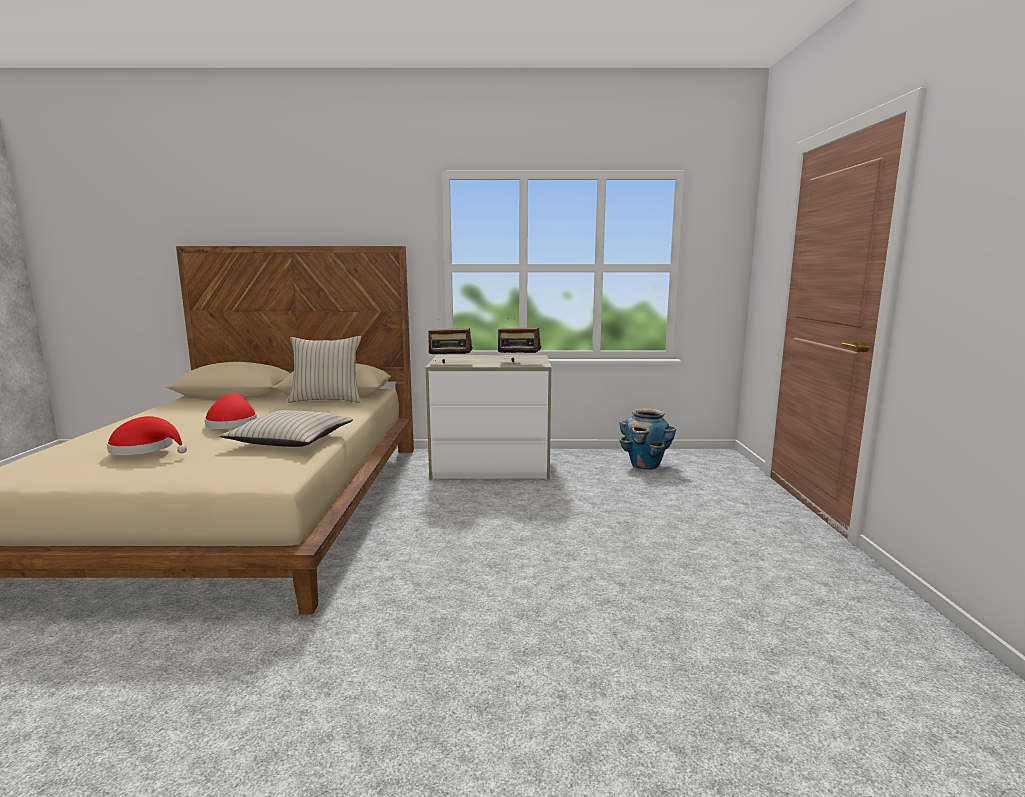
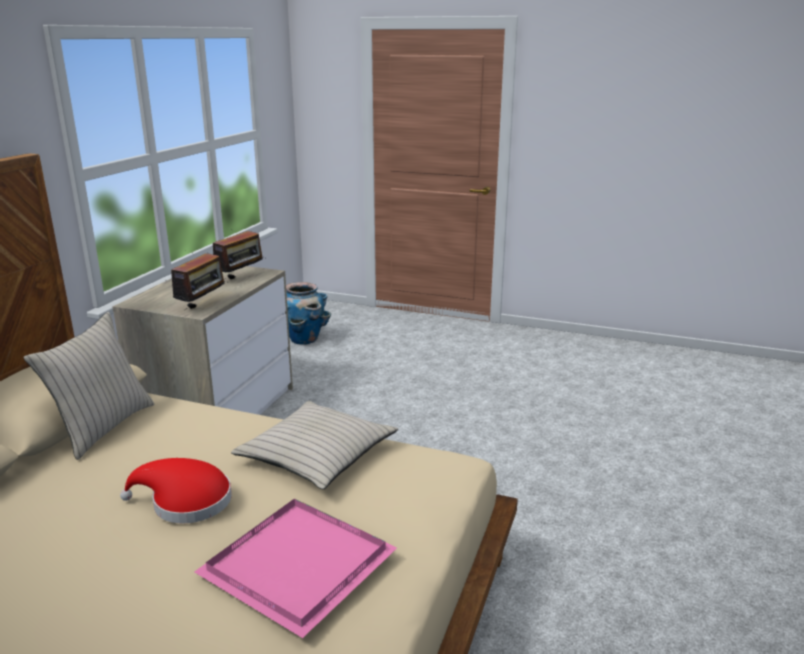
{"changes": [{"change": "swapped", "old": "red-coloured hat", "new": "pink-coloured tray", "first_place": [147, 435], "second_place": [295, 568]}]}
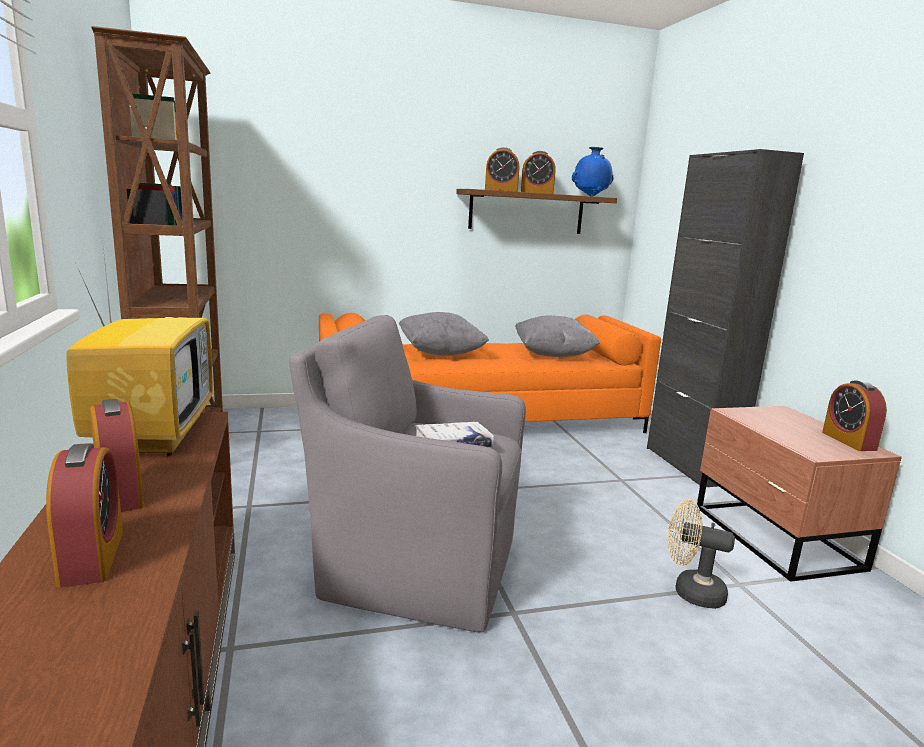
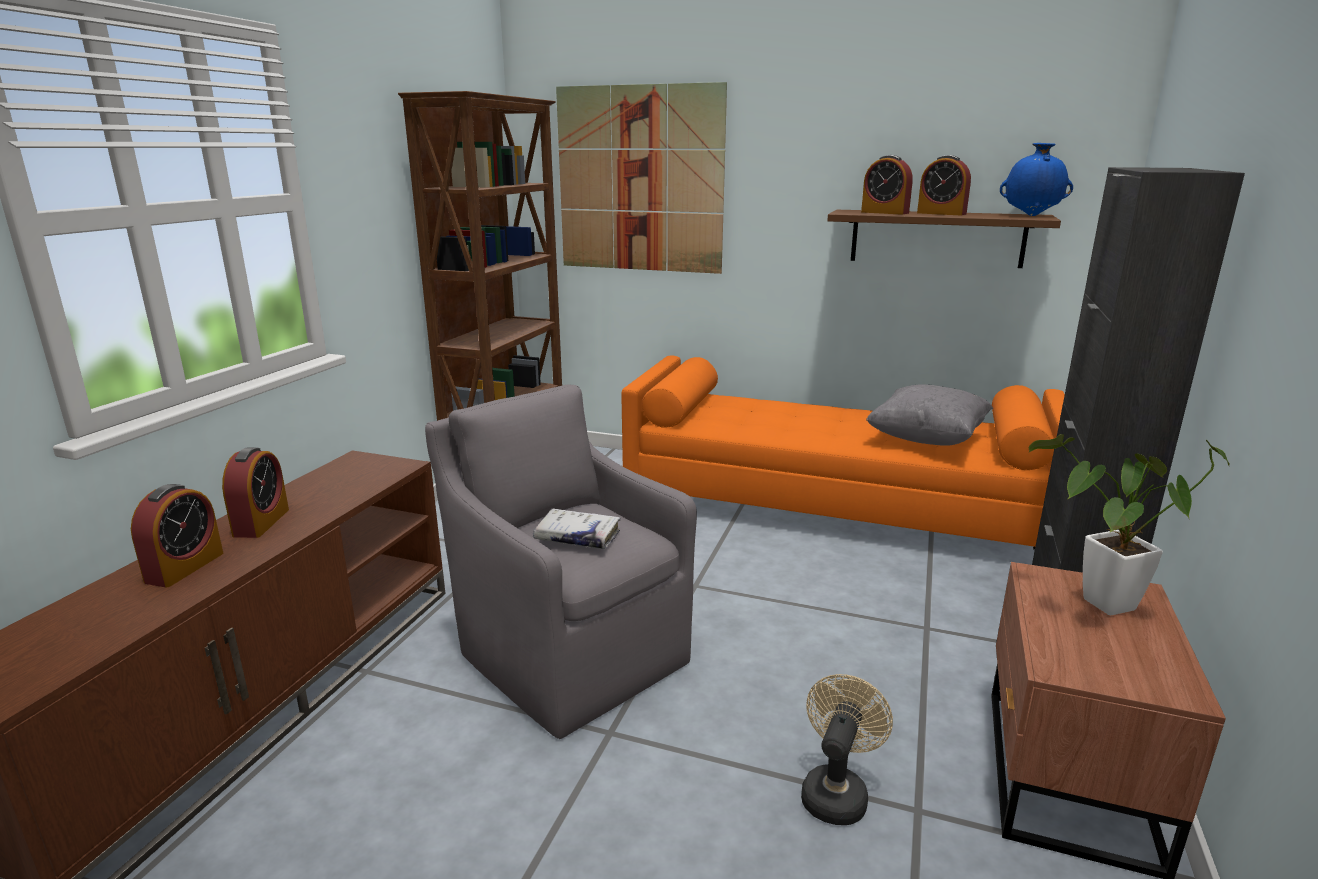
{"changes": [{"change": "gone", "old": "television", "first_place": [139, 347]}, {"change": "gone", "old": "gray pillow", "first_place": [444, 334]}, {"change": "gone", "old": "alarm clock", "first_place": [854, 416]}, {"change": "new", "new": "wall picture", "second_place": [641, 178]}, {"change": "new", "new": "potted plant", "second_place": [1129, 524]}, {"change": "rotated", "old": "beige cooling fan", "first_place": [701, 554], "second_place": [847, 749], "degrees": 60}]}
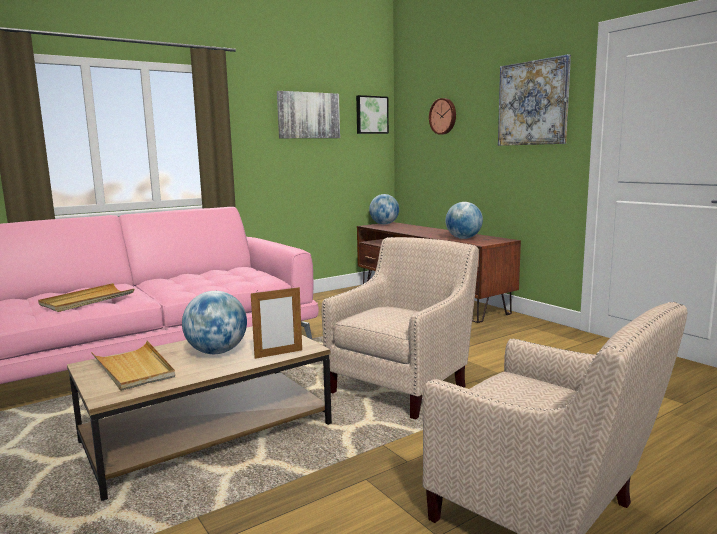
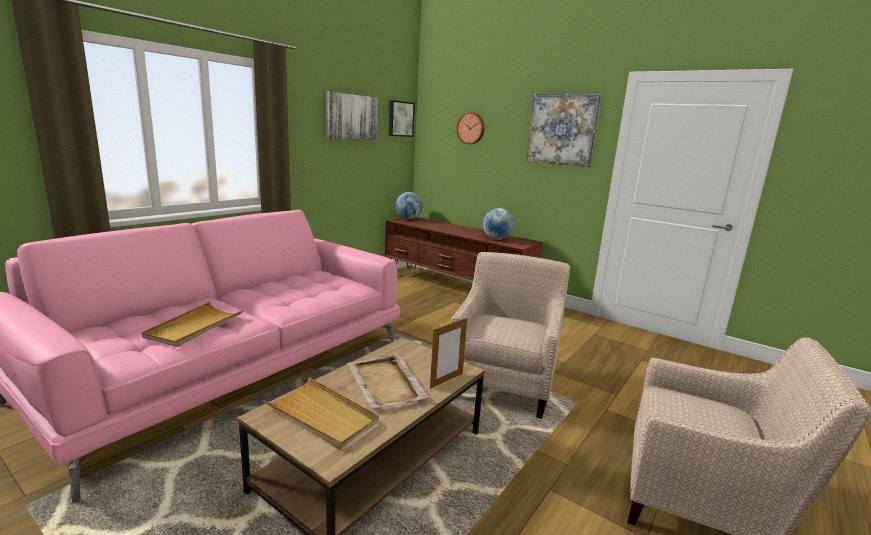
{"changes": [{"change": "swapped", "old": "globe", "new": "beige tray", "first_place": [214, 322], "second_place": [388, 381]}]}
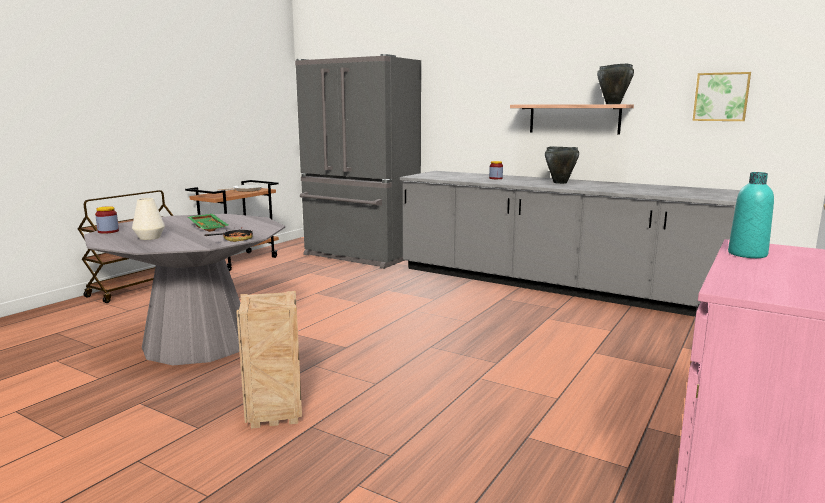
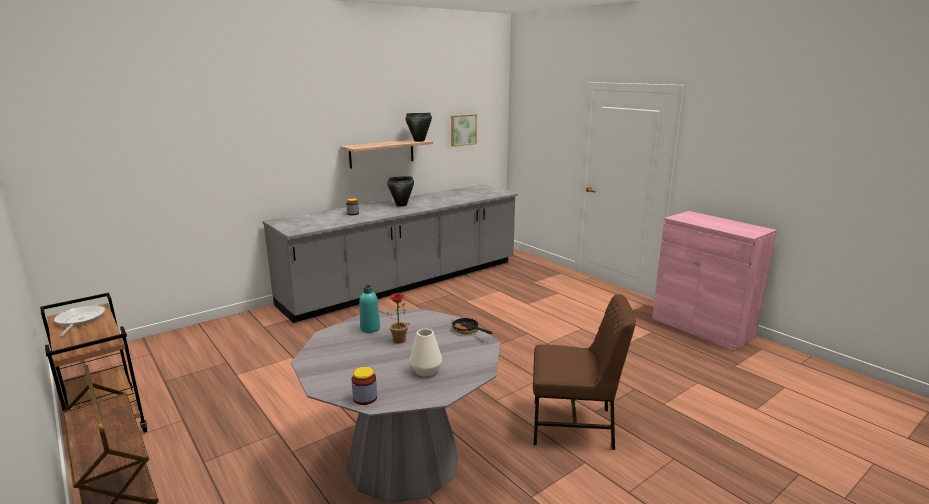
{"changes": [{"change": "gone", "old": "gray kitchen fridge", "first_place": [358, 161]}, {"change": "shifted", "old": "turquoise beverage bottle", "first_place": [751, 215], "second_place": [369, 309]}, {"change": "swapped", "old": "greenish tray", "new": "potted plant", "first_place": [208, 223], "second_place": [393, 318]}, {"change": "swapped", "old": "crate", "new": "brownish upright chair", "first_place": [269, 360], "second_place": [584, 372]}]}
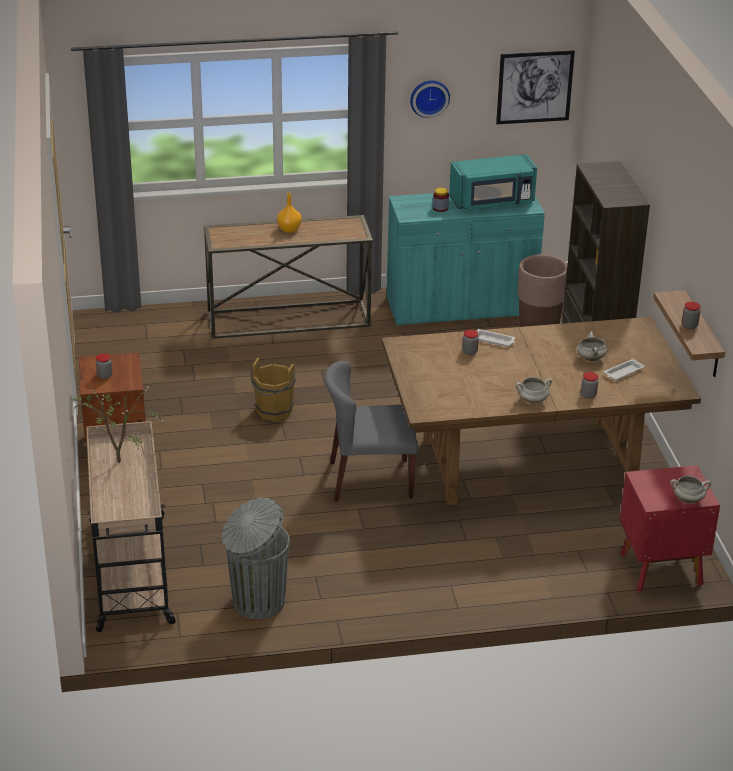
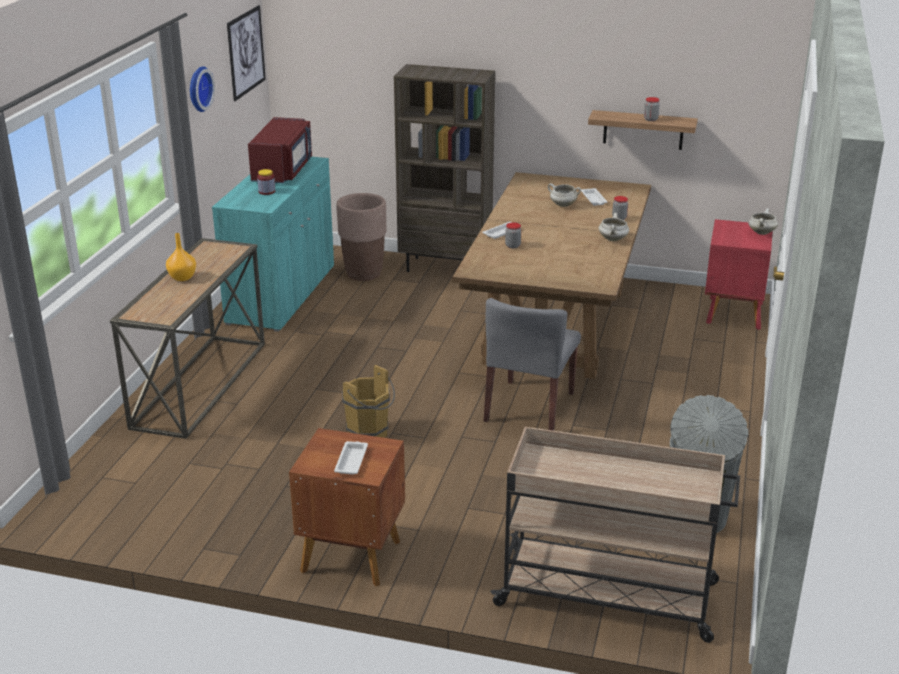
{"changes": [{"change": "gone", "old": "potted plant", "first_place": [117, 422]}, {"change": "swapped", "old": "preserve jar", "new": "white tray", "first_place": [104, 366], "second_place": [351, 458]}, {"change": "repainted", "old": "turquoise kitchen microwave", "new": "red-coloured kitchen microwave", "first_place": [493, 182], "second_place": [280, 150]}]}
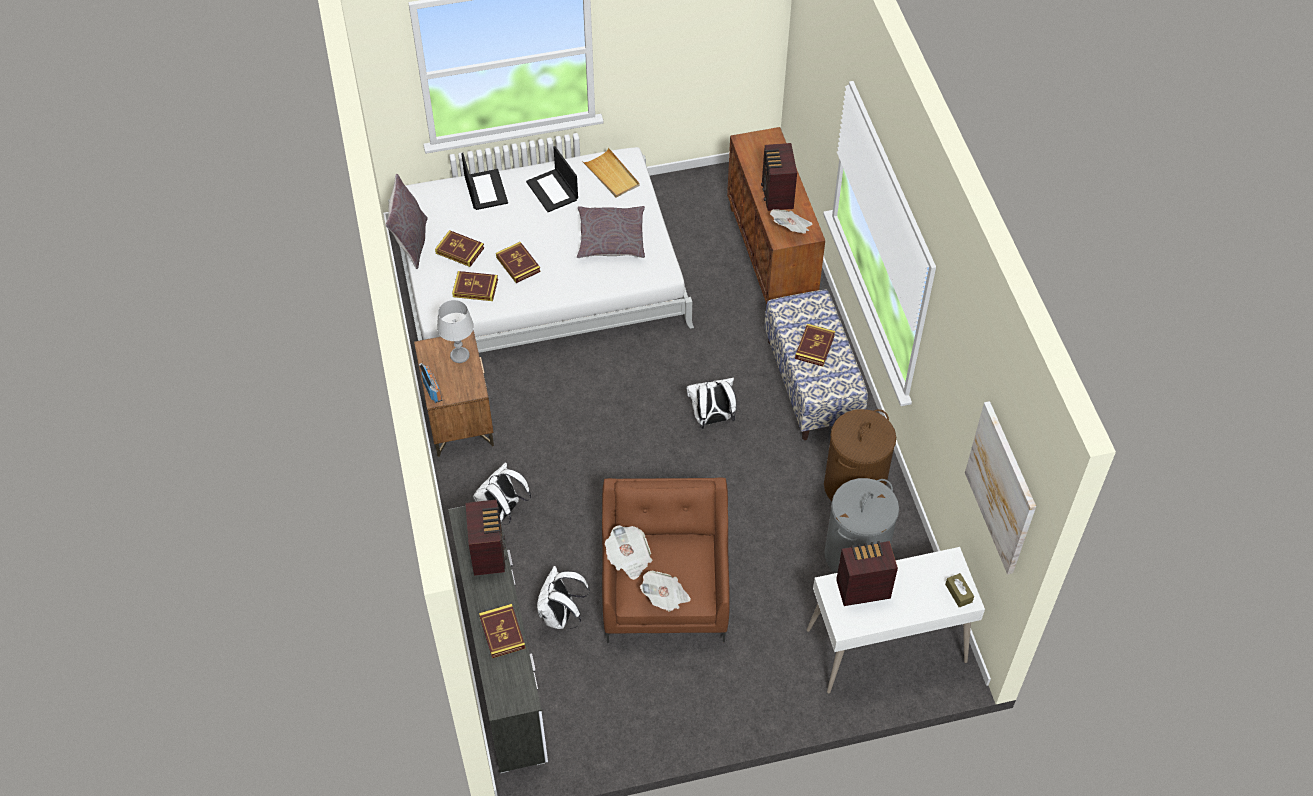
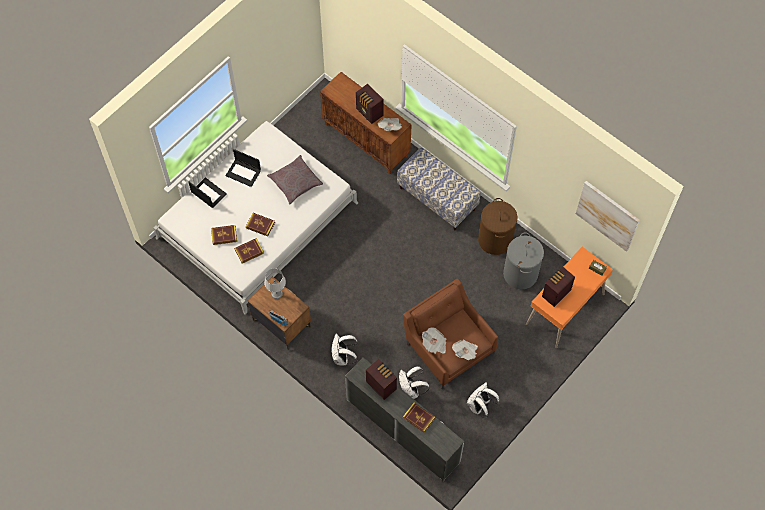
{"changes": [{"change": "gone", "old": "gray pillow", "first_place": [406, 221]}, {"change": "gone", "old": "beige tray", "first_place": [611, 173]}, {"change": "gone", "old": "bound book", "first_place": [815, 345]}, {"change": "shifted", "old": "white backpack", "first_place": [711, 403], "second_place": [483, 400]}, {"change": "repainted", "old": "white desk", "new": "orange-coloured desk", "first_place": [896, 620], "second_place": [569, 297]}]}
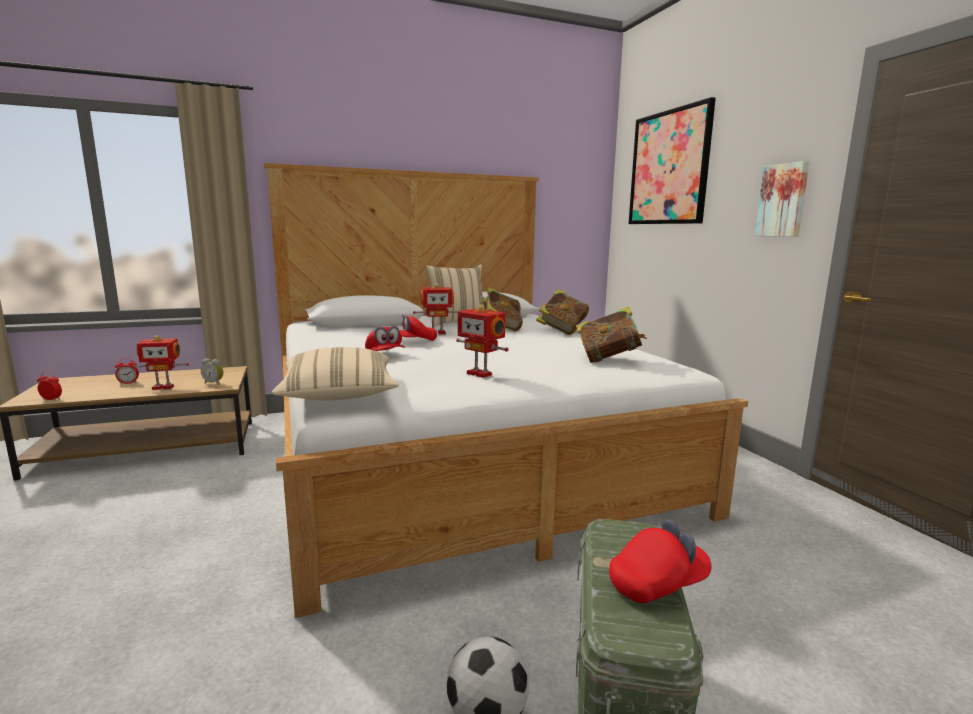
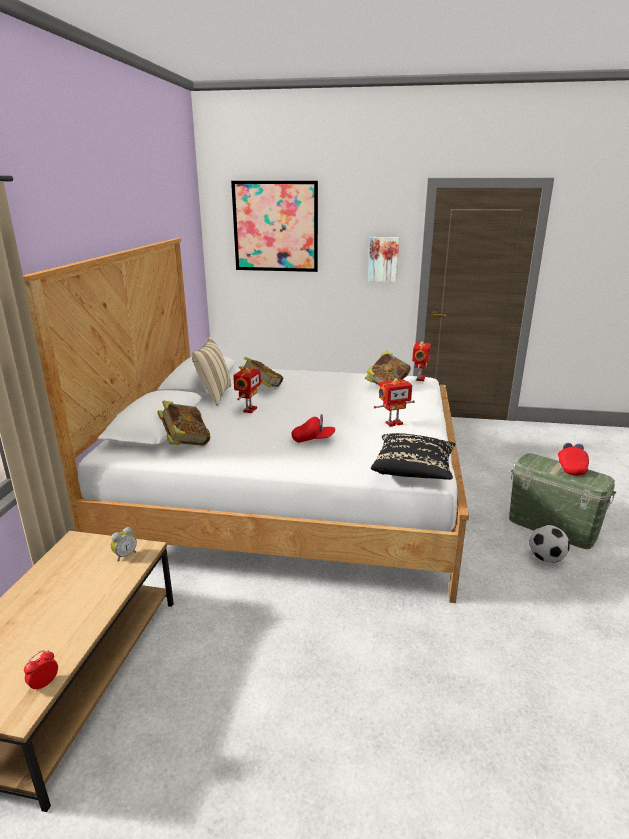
{"changes": [{"change": "gone", "old": "alarm clock", "first_place": [127, 371]}, {"change": "gone", "old": "red-coloured cap", "first_place": [418, 327]}, {"change": "shifted", "old": "model robot", "first_place": [160, 362], "second_place": [421, 361]}, {"change": "shifted", "old": "bound book", "first_place": [562, 312], "second_place": [183, 423]}, {"change": "repainted", "old": "beige pillow", "new": "blackish pillow", "first_place": [335, 374], "second_place": [413, 456]}]}
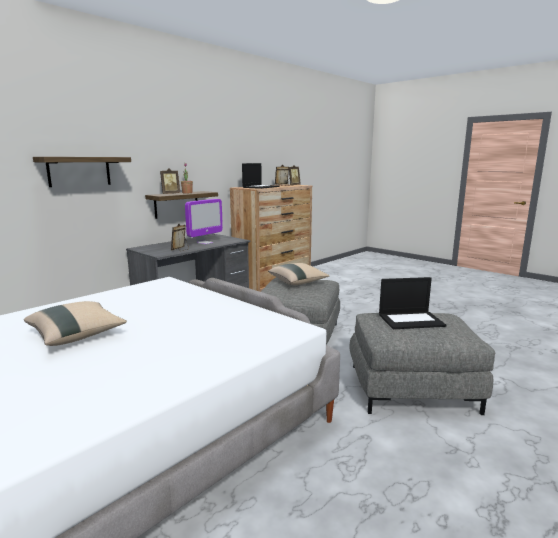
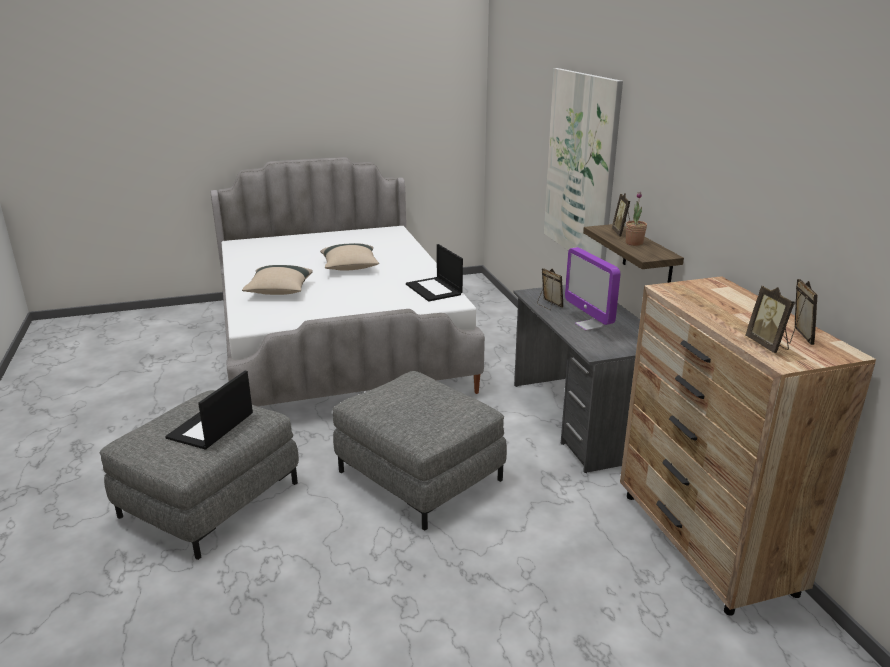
{"changes": [{"change": "shifted", "old": "notebook computer", "first_place": [260, 176], "second_place": [434, 273]}, {"change": "shifted", "old": "beige pillow", "first_place": [299, 274], "second_place": [277, 280]}, {"change": "swapped", "old": "bracket shelf", "new": "wall picture", "first_place": [82, 172], "second_place": [583, 164]}]}
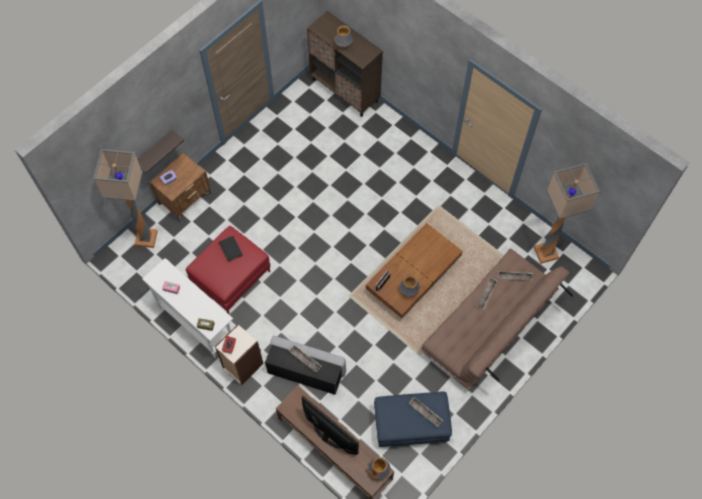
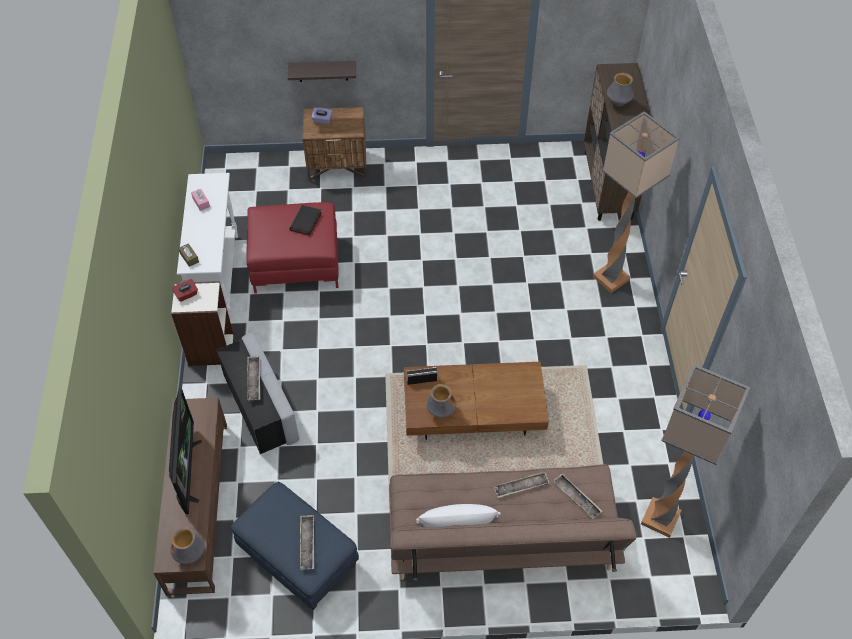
{"changes": [{"change": "new", "new": "white pillow", "second_place": [458, 515]}, {"change": "shifted", "old": "floor lamp", "first_place": [125, 198], "second_place": [636, 202]}]}
